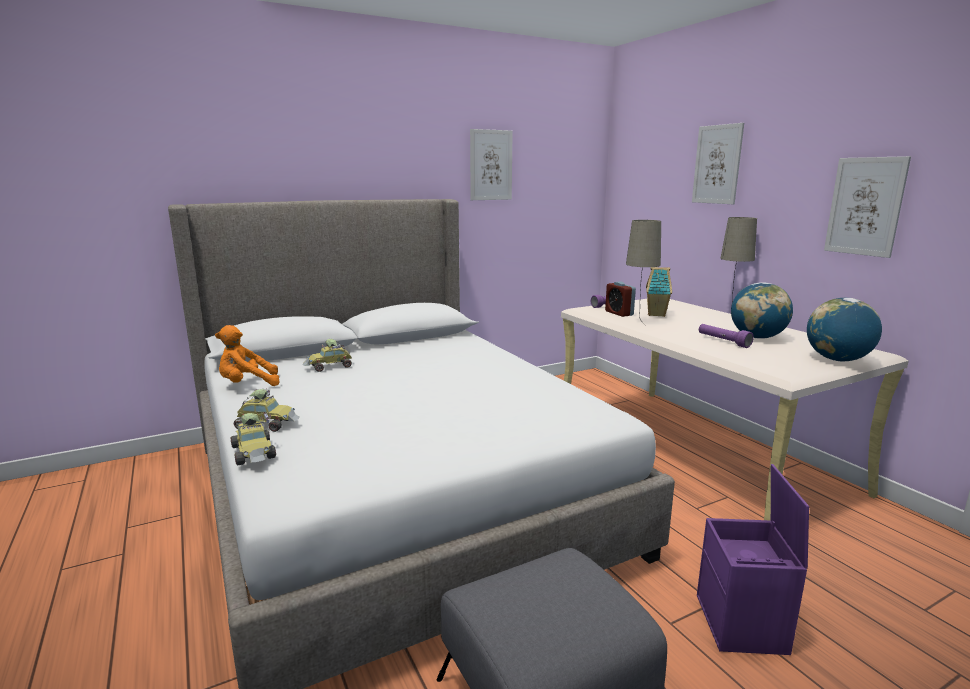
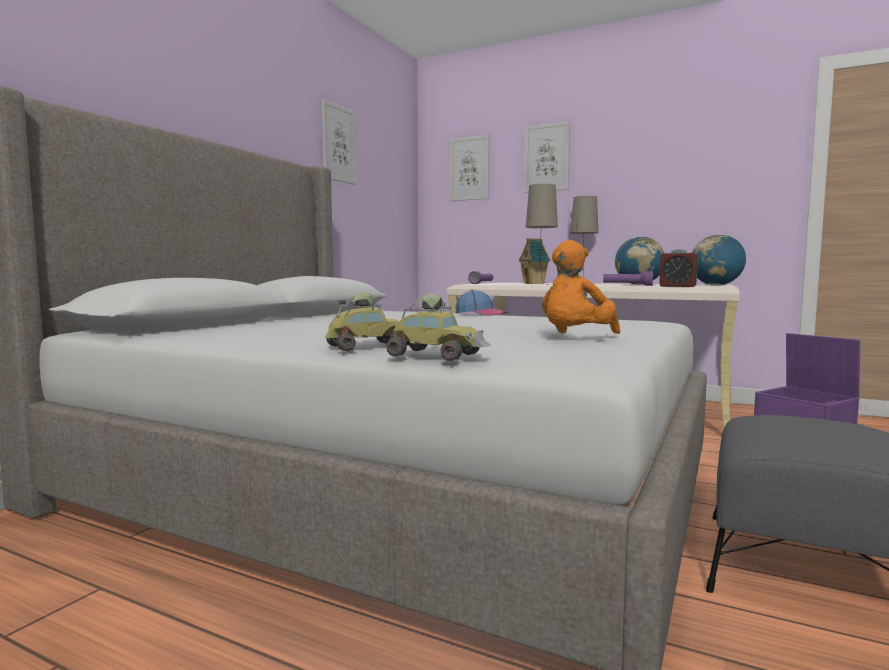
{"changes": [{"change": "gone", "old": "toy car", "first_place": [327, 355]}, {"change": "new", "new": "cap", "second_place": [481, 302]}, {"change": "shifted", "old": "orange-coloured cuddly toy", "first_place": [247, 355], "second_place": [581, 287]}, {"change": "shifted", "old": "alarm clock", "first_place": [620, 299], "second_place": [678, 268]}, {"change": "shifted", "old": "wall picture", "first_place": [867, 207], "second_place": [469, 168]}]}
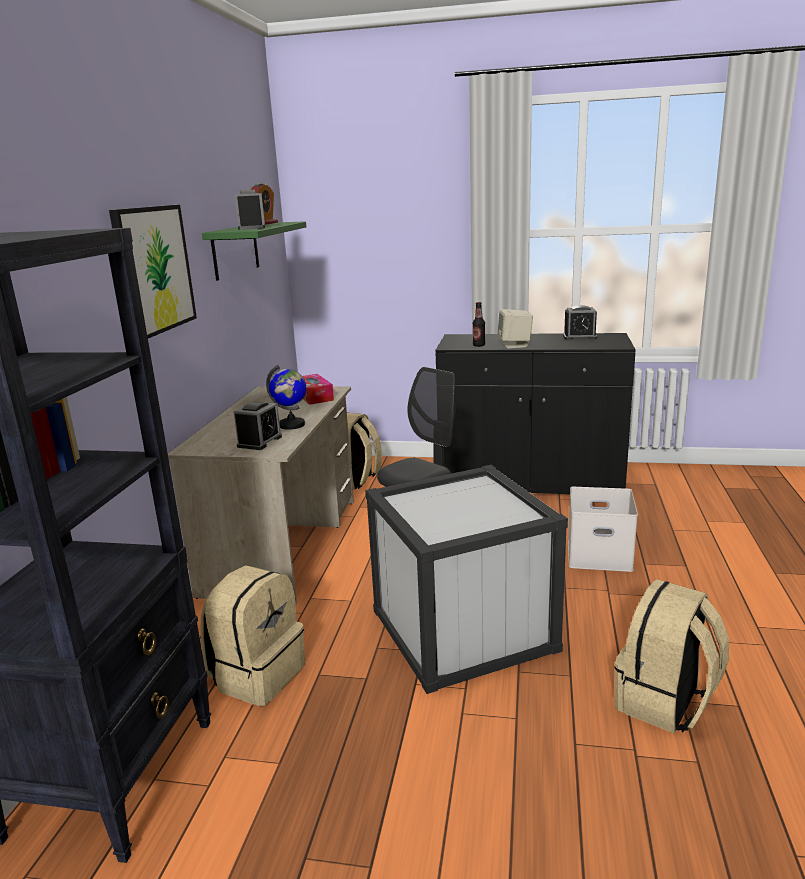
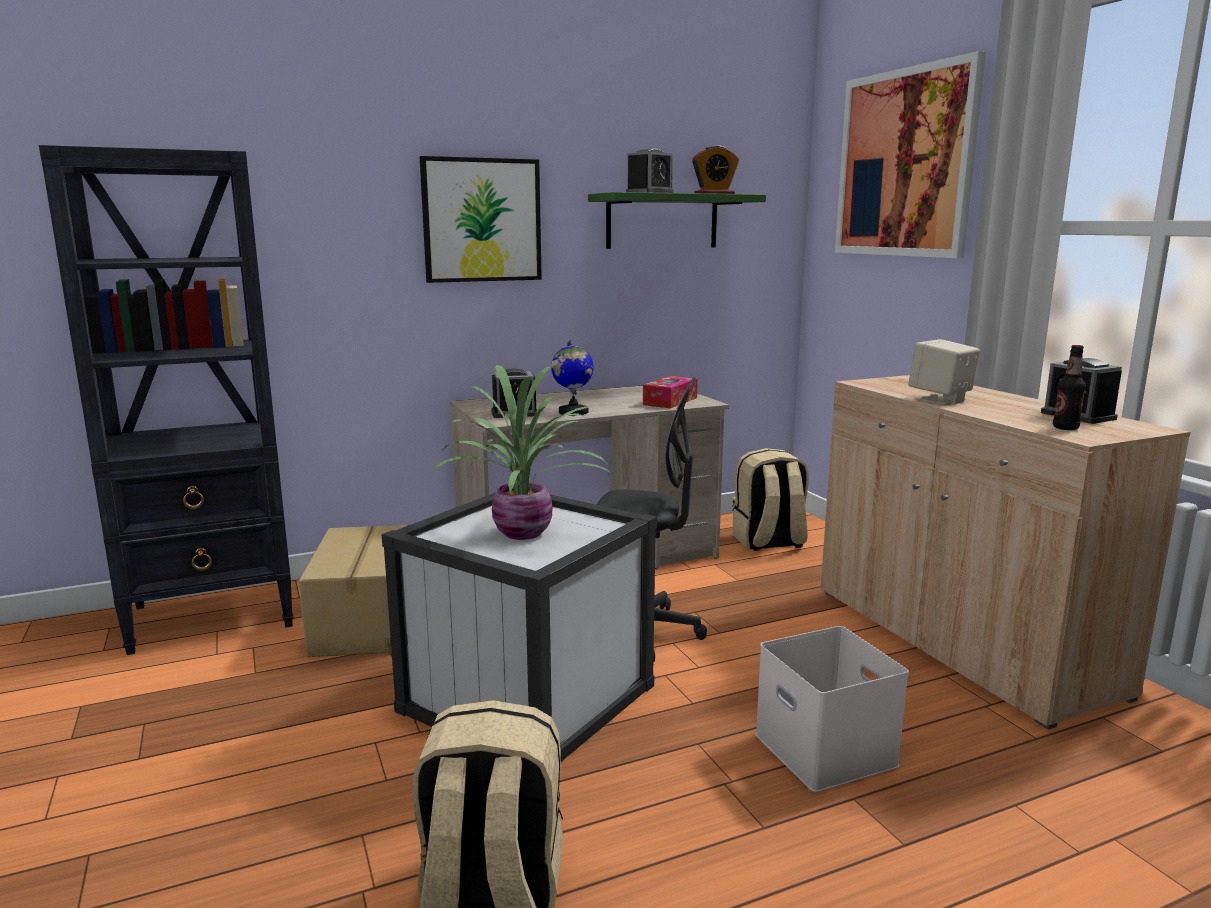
{"changes": [{"change": "new", "new": "potted plant", "second_place": [521, 452]}, {"change": "new", "new": "wall picture", "second_place": [910, 154]}, {"change": "shifted", "old": "beverage bottle", "first_place": [479, 324], "second_place": [1069, 387]}, {"change": "swapped", "old": "beige backpack", "new": "carton", "first_place": [253, 635], "second_place": [353, 591]}, {"change": "repainted", "old": "blackish cupboard", "new": "beige cupboard", "first_place": [535, 413], "second_place": [1005, 552]}]}
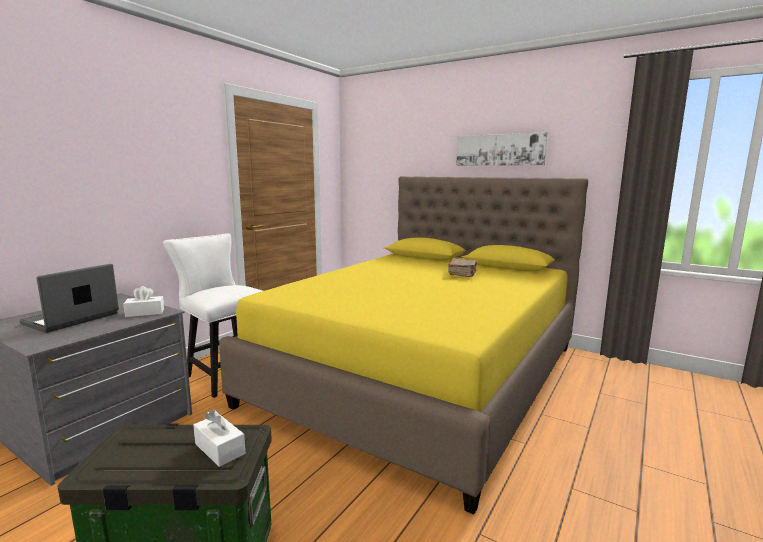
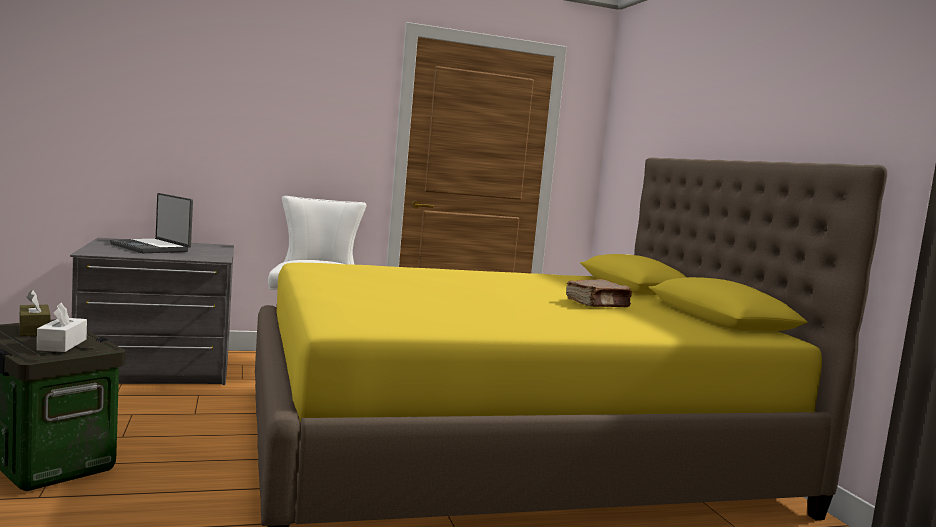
{"changes": [{"change": "gone", "old": "white box of tissues", "first_place": [143, 301]}, {"change": "gone", "old": "wall picture", "first_place": [502, 149]}, {"change": "new", "new": "brownish box of tissues", "second_place": [34, 313]}, {"change": "rotated", "old": "notebook computer", "first_place": [69, 298], "second_place": [151, 223], "degrees": -120}]}
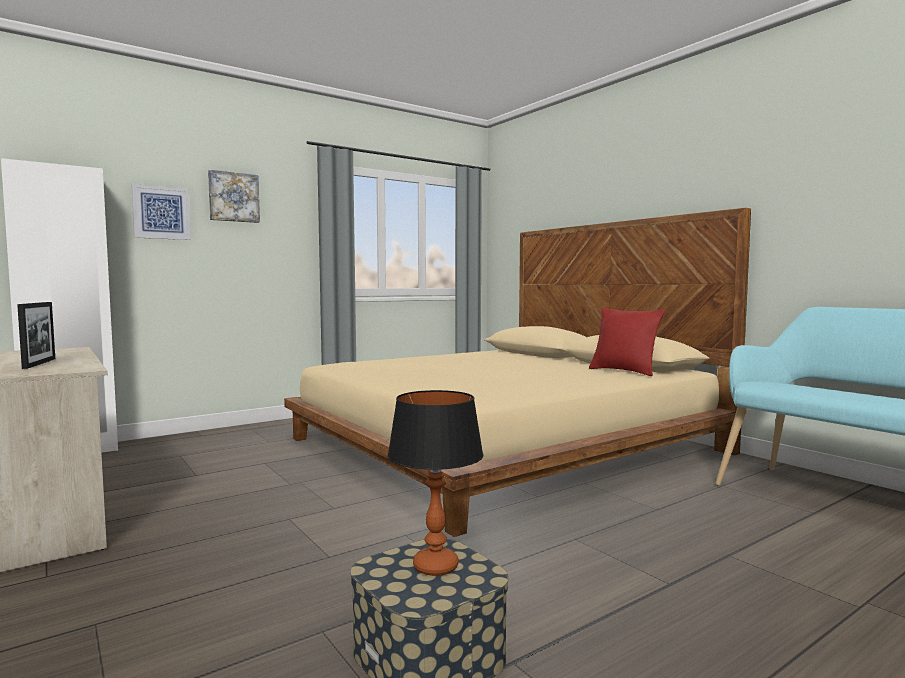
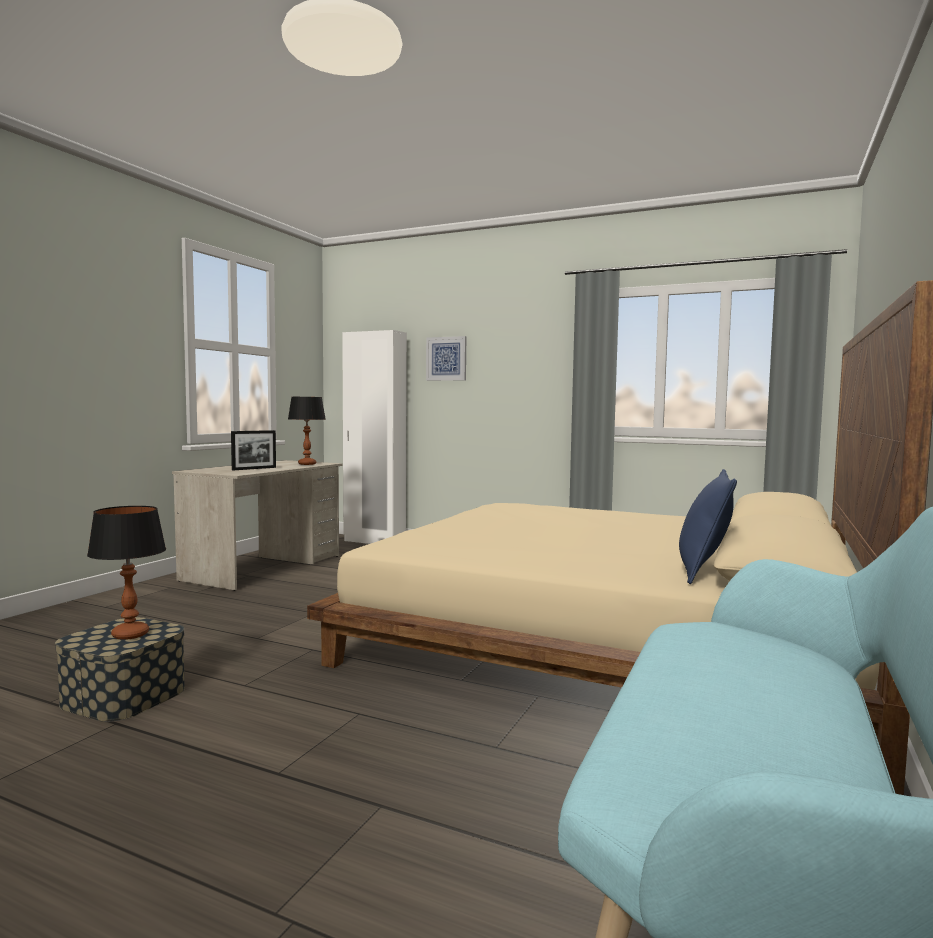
{"changes": [{"change": "gone", "old": "wall picture", "first_place": [234, 196]}, {"change": "new", "new": "table lamp", "second_place": [307, 431]}, {"change": "repainted", "old": "red-coloured pillow", "new": "blue pillow", "first_place": [627, 342], "second_place": [708, 526]}]}
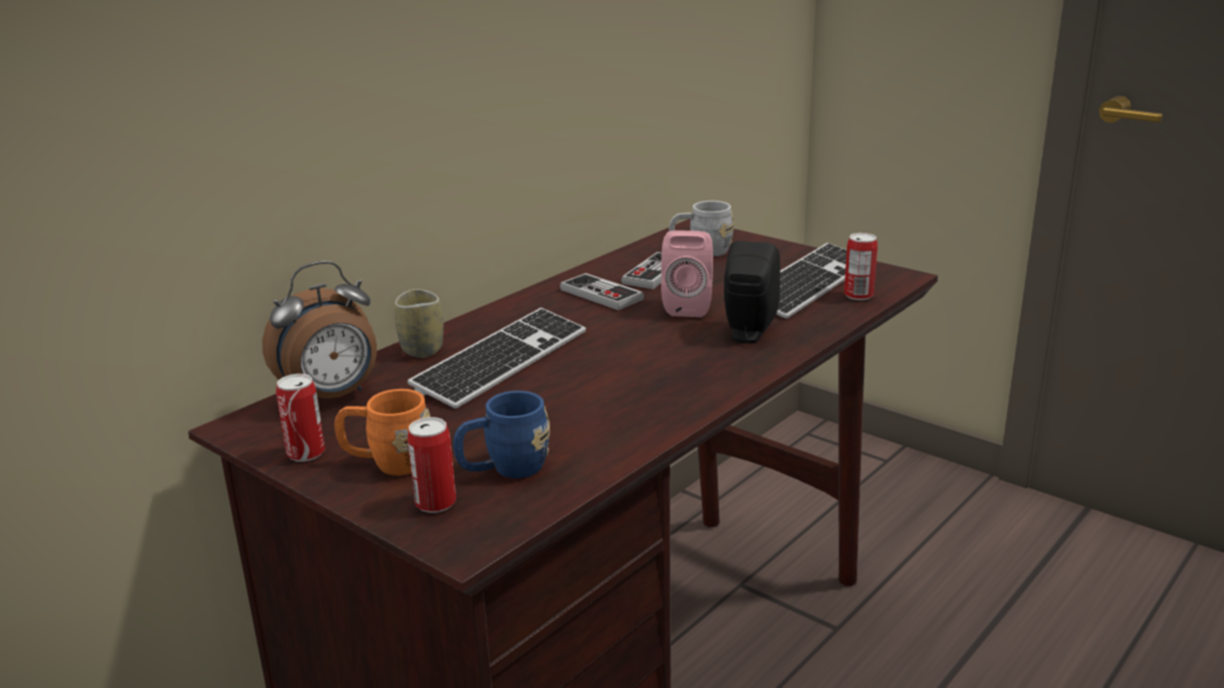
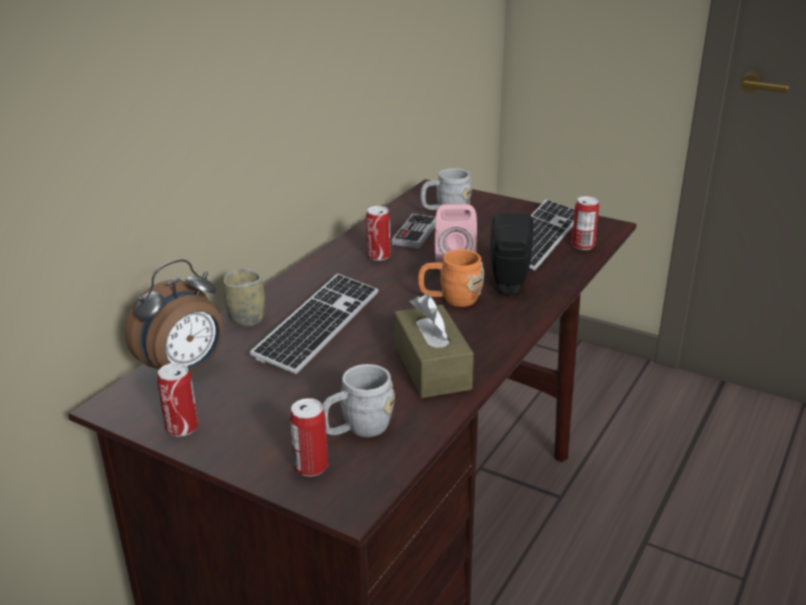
{"changes": [{"change": "new", "new": "brownish box of tissues", "second_place": [434, 346]}, {"change": "shifted", "old": "orange-coloured mug", "first_place": [382, 432], "second_place": [451, 278]}, {"change": "swapped", "old": "game controller", "new": "can", "first_place": [602, 291], "second_place": [378, 233]}, {"change": "repainted", "old": "blue mug", "new": "gray mug", "first_place": [501, 434], "second_place": [358, 400]}]}
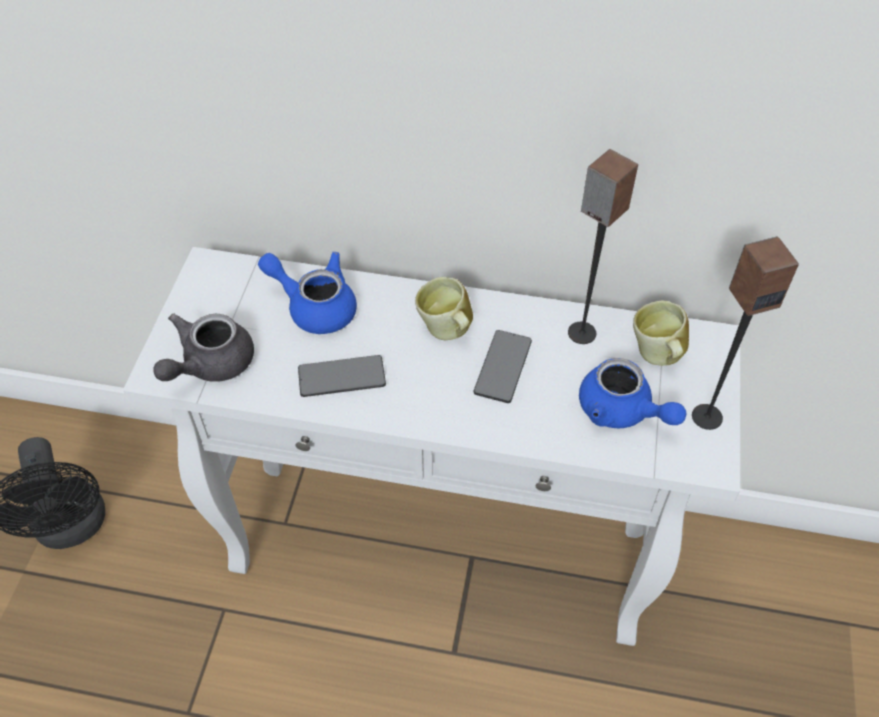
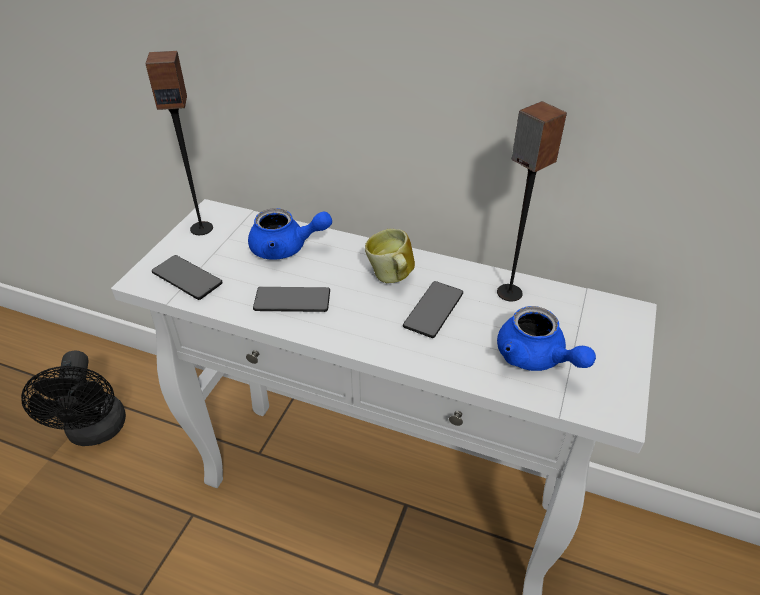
{"changes": [{"change": "gone", "old": "mug", "first_place": [661, 333]}, {"change": "shifted", "old": "loudspeaker", "first_place": [745, 333], "second_place": [179, 143]}, {"change": "swapped", "old": "gray tea pot", "new": "telephone", "first_place": [203, 348], "second_place": [187, 277]}, {"change": "rotated", "old": "blue tea pot", "first_place": [307, 293], "second_place": [290, 234], "degrees": 150}]}
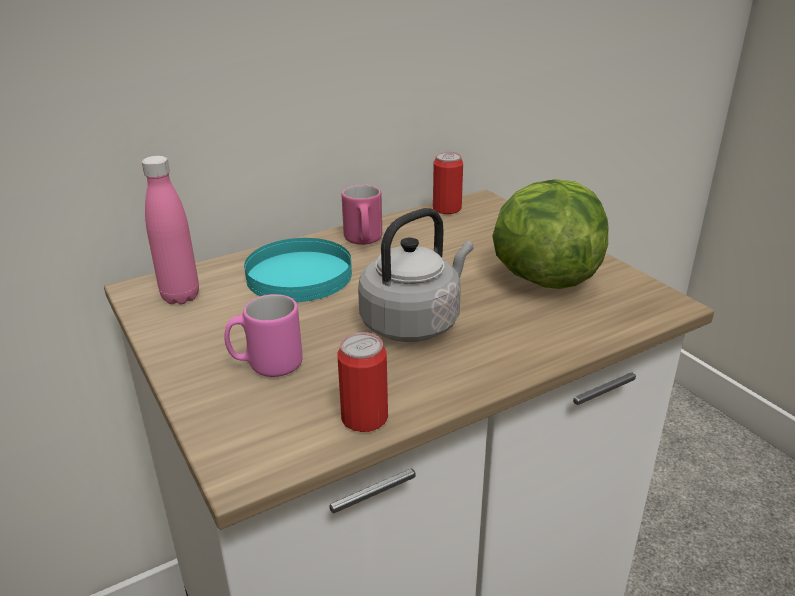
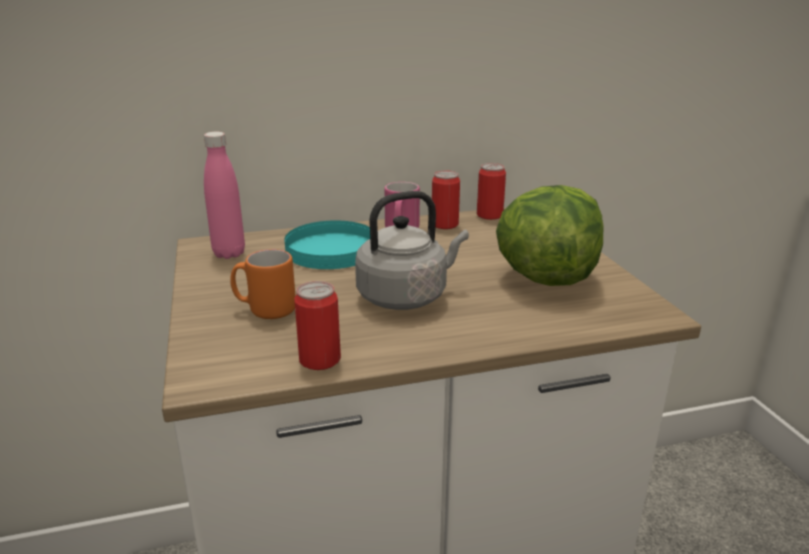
{"changes": [{"change": "new", "new": "can", "second_place": [446, 200]}, {"change": "repainted", "old": "pink-coloured mug", "new": "orange-coloured mug", "first_place": [263, 335], "second_place": [263, 284]}]}
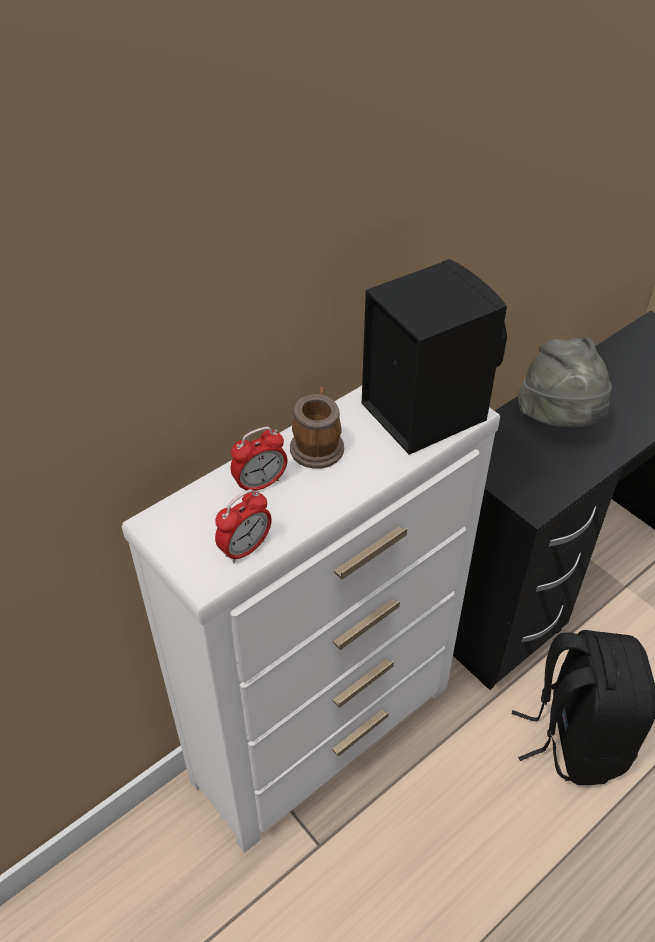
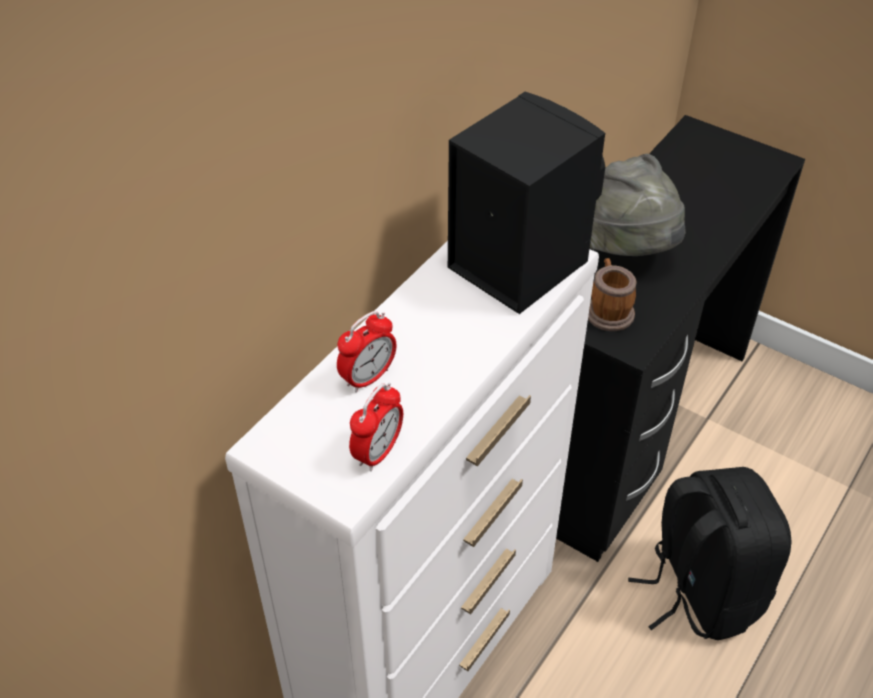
{"changes": [{"change": "shifted", "old": "mug", "first_place": [317, 428], "second_place": [612, 294]}]}
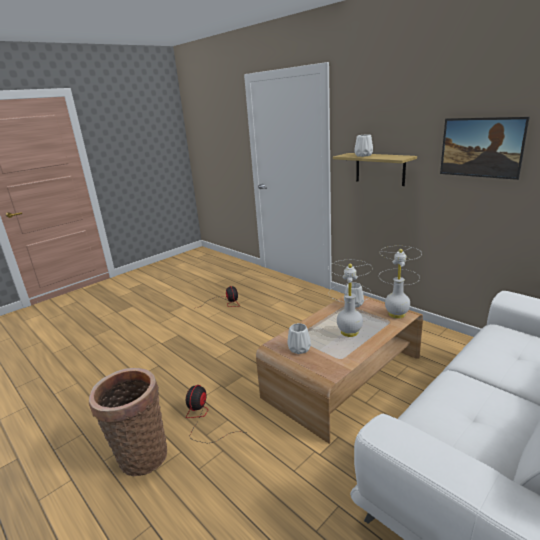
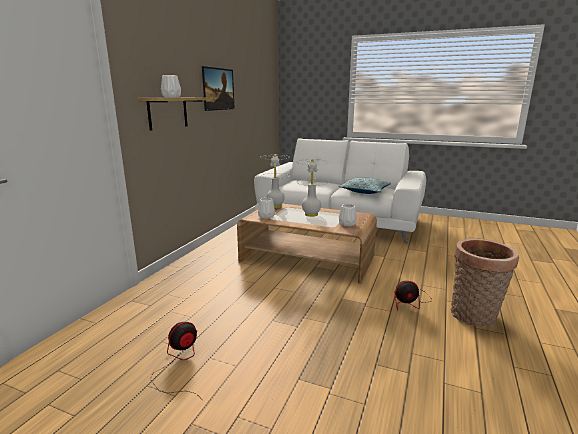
{"changes": [{"change": "new", "new": "pillow", "second_place": [365, 185]}]}
